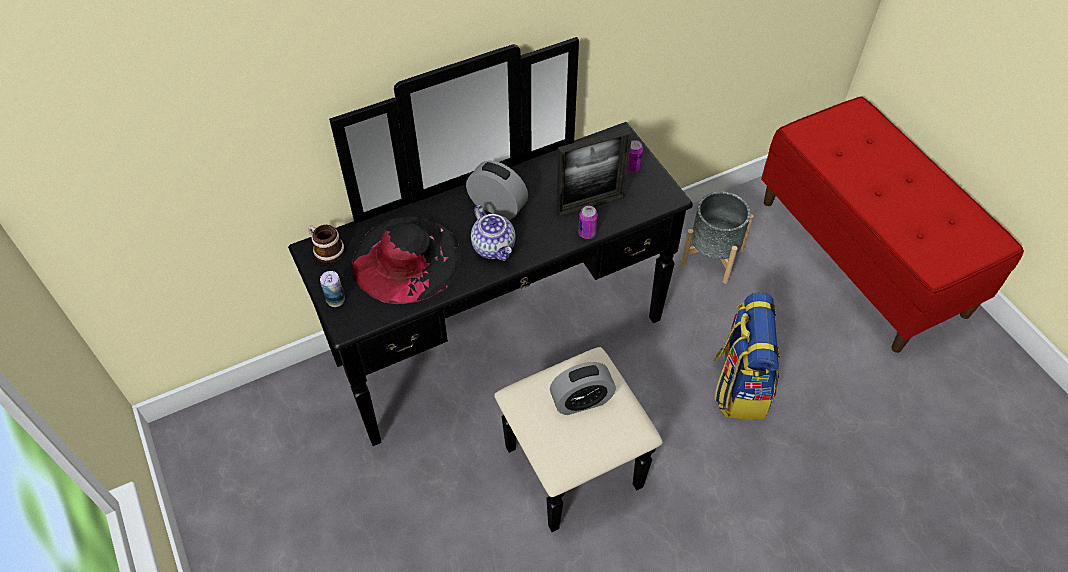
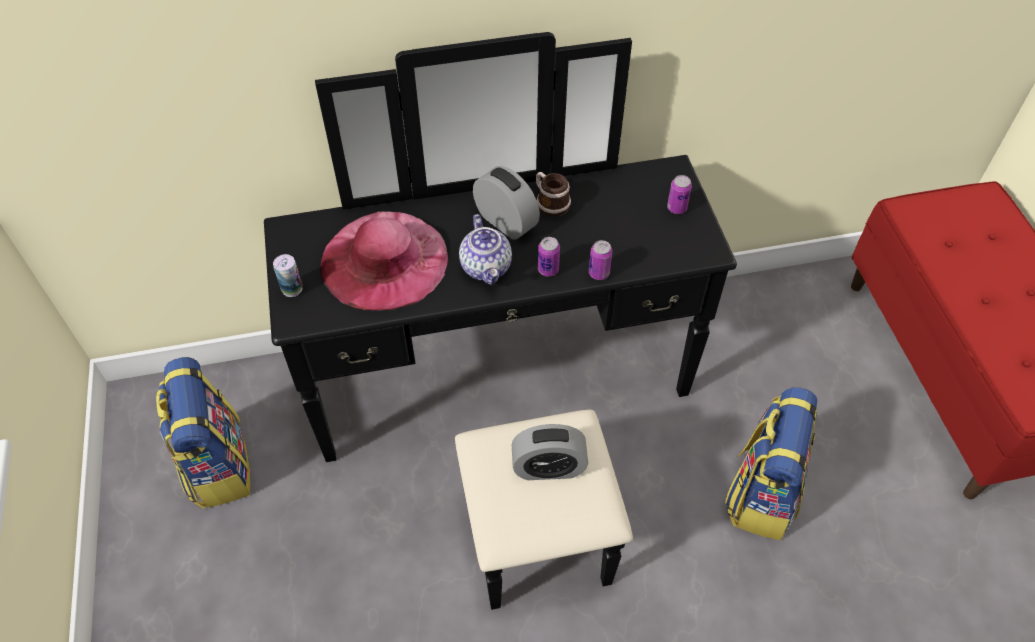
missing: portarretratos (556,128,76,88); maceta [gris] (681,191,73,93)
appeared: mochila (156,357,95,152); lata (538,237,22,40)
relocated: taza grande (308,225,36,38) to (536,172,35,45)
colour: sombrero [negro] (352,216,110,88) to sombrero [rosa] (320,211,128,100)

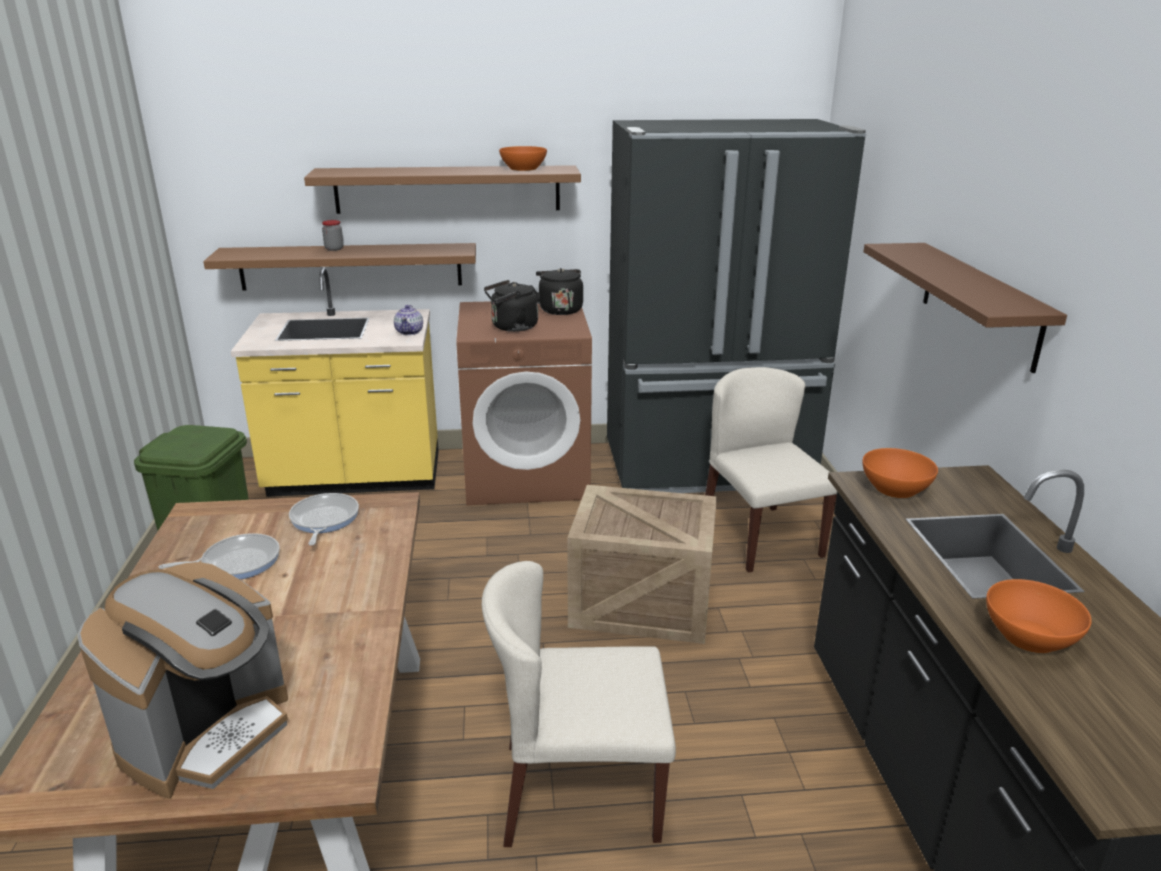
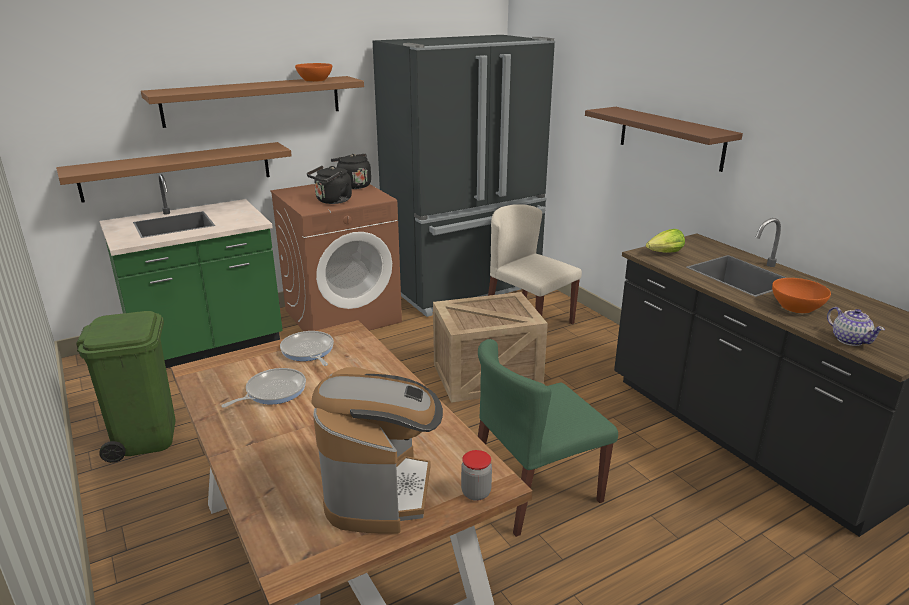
relocated: tarro (322,220,22,31) to (461,450,31,51); tetera (394,305,29,30) to (827,307,58,39)
exchanged: cuenco [naranja] (862,448,76,50) to lechuga (646,229,39,24)
colour: mueble bajo de cocina [amarillo] (231,268,208,229) to mueble bajo de cocina [verde] (99,174,184,194); silla [beis] (482,561,194,286) to silla [verde] (478,339,140,198)

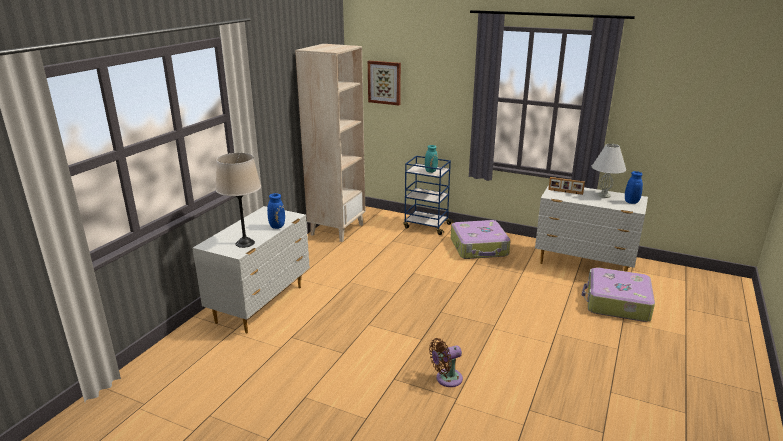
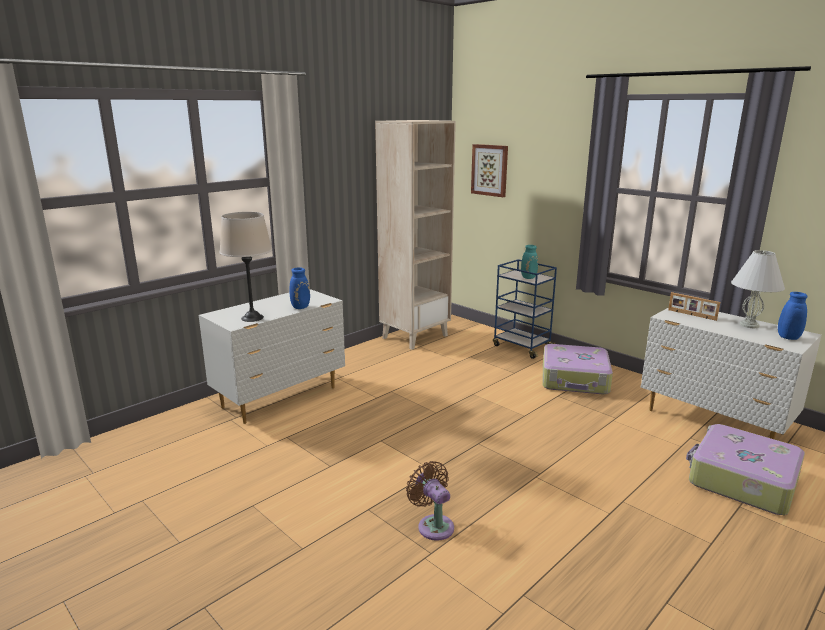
spun: ventilador [marrón] (429,338,34,49) = (406,461,48,80) 60 degrees clockwise

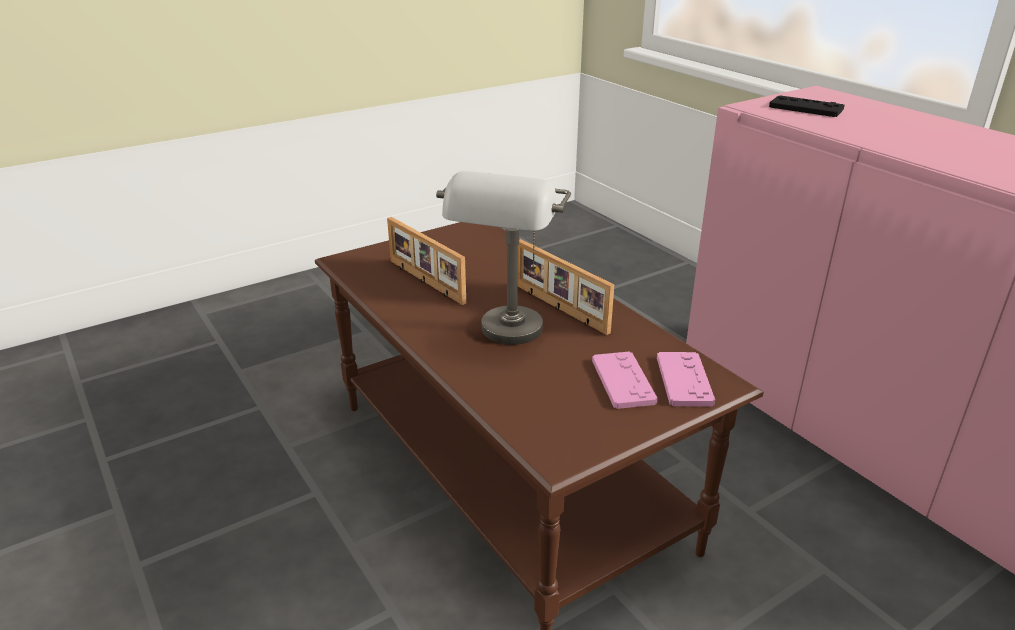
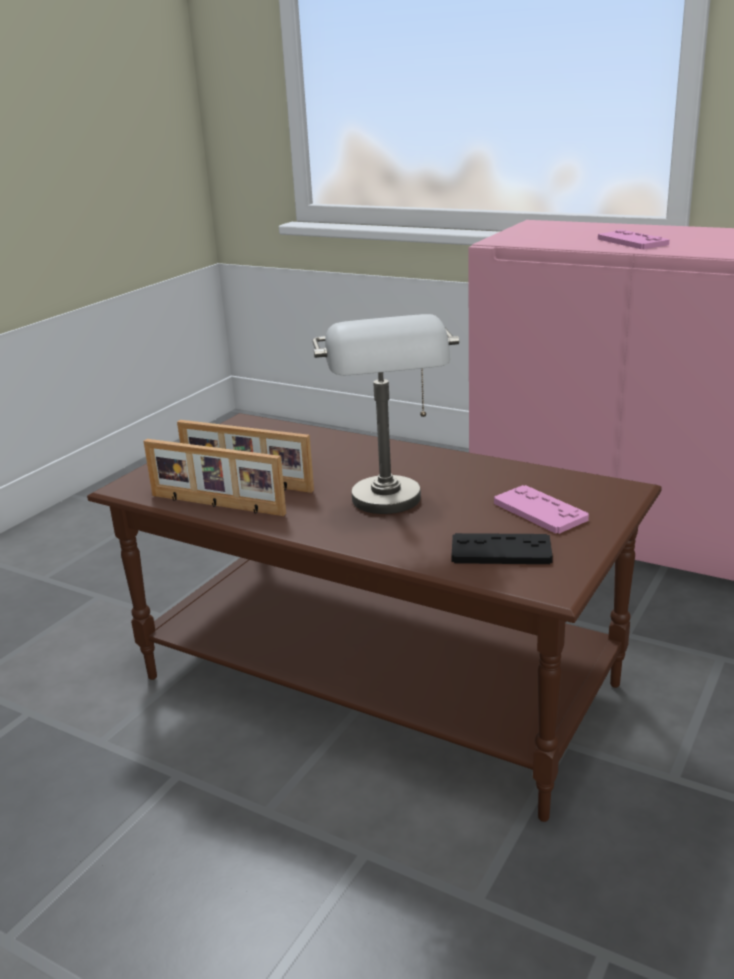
relocated: portarretratos (518,239,96,96) to (143,439,143,77); mando de consola [negro] (769,95,76,22) to (452,533,101,31); mando de consola [rosa] (657,352,58,54) to (598,230,72,19)

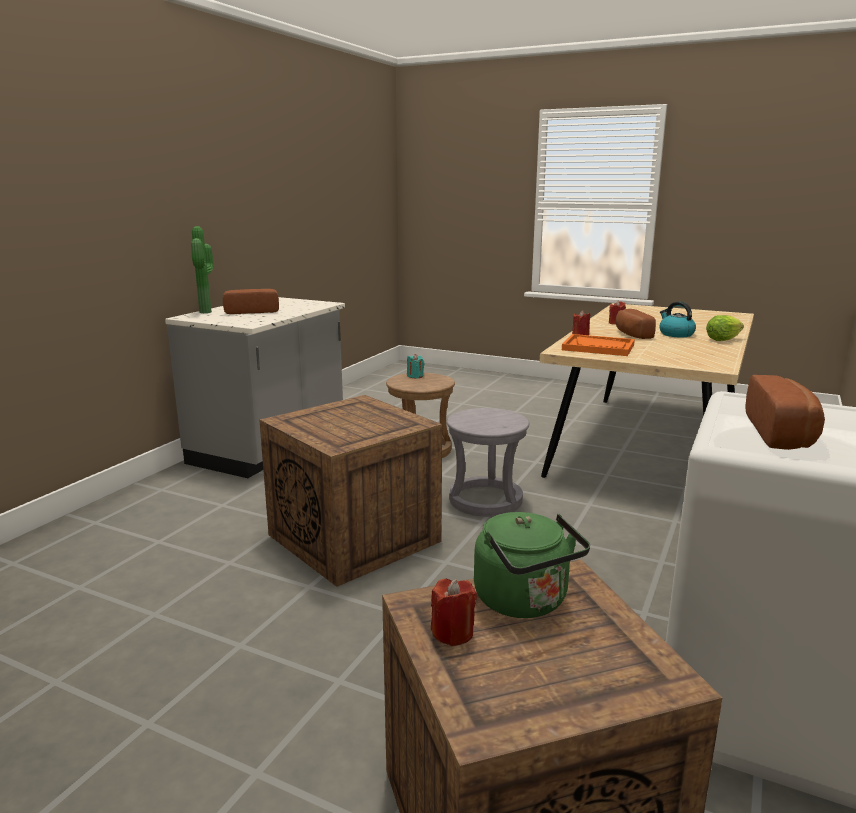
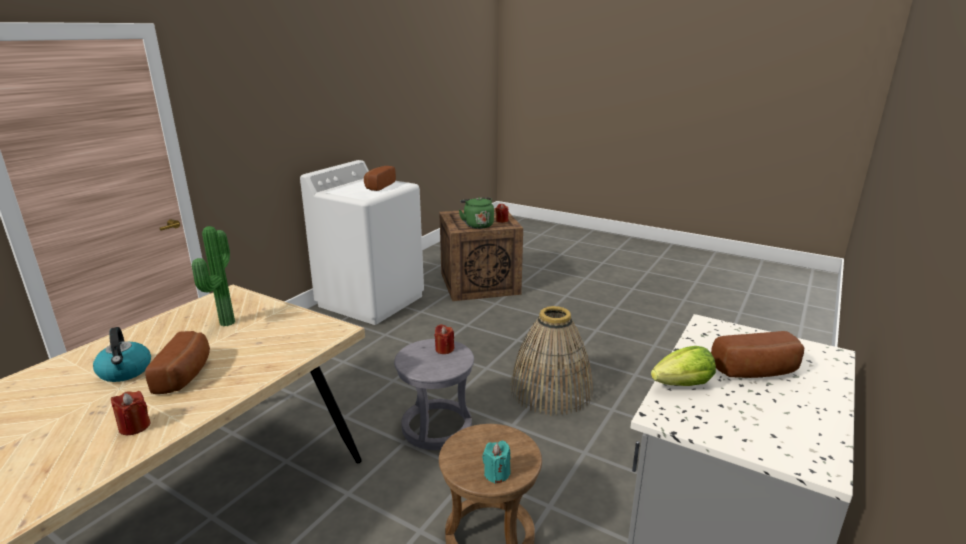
missing: bandeja [naranja] (562,334,73,22)
relocated: planta en maceta (191,226,22,87) to (192,226,43,100); vela [rojo] (572,311,19,24) to (434,324,20,30); lechuga (706,315,38,26) to (651,346,65,40)
exchanged: caja de embalaje (259,395,183,192) to cesta (510,306,83,109)

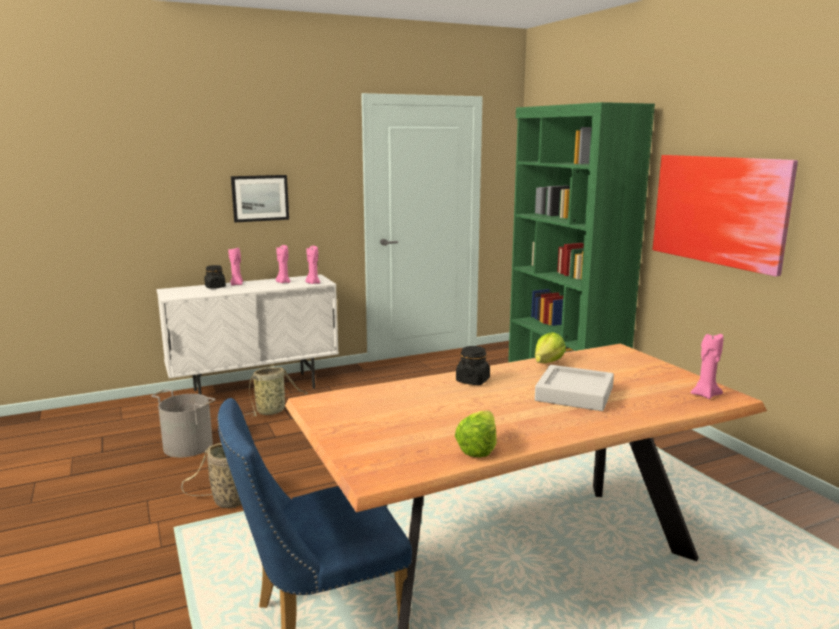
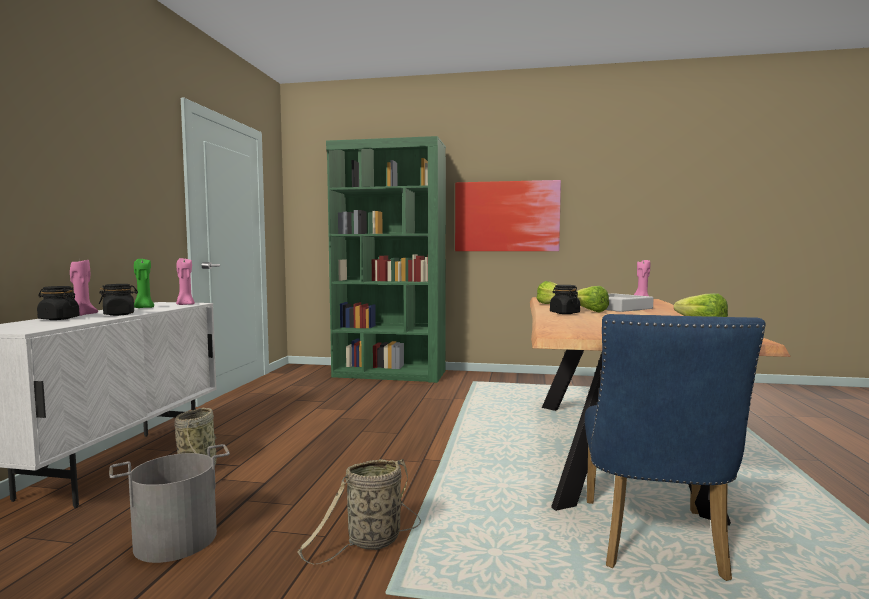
missing: cuadro (231,175,58,48)
appeared: tarro [negro] (99,284,39,32); lechuga (576,286,33,27)
colour: vela [rosa] (276,245,14,38) to vela [verde] (134,259,20,49)

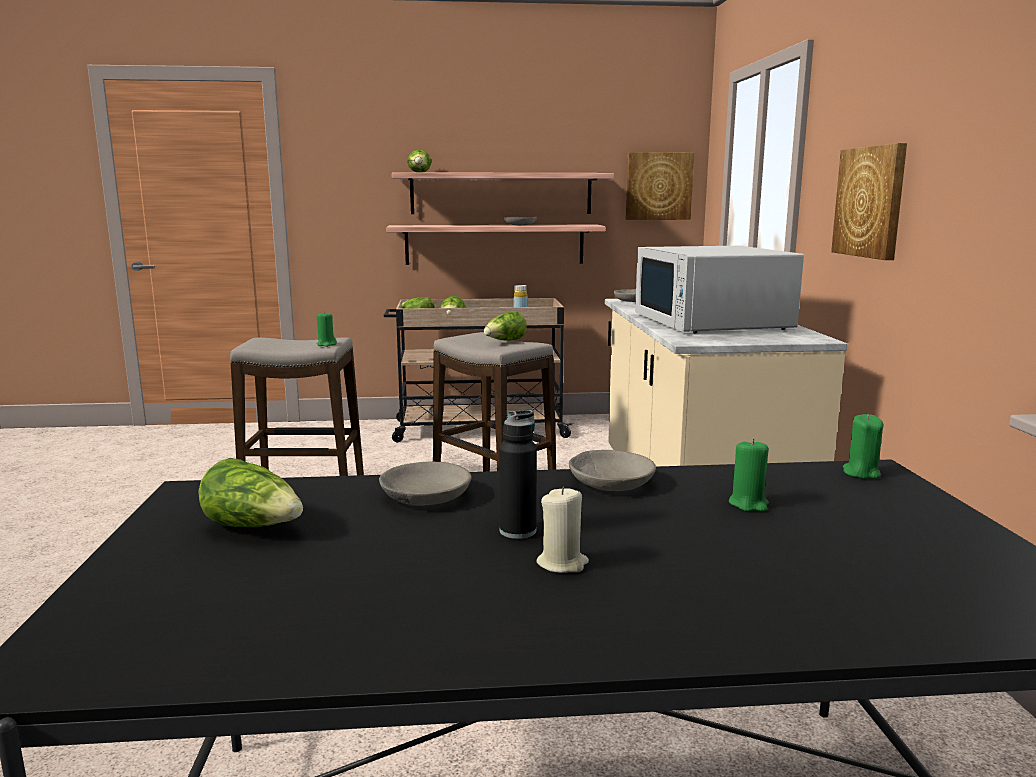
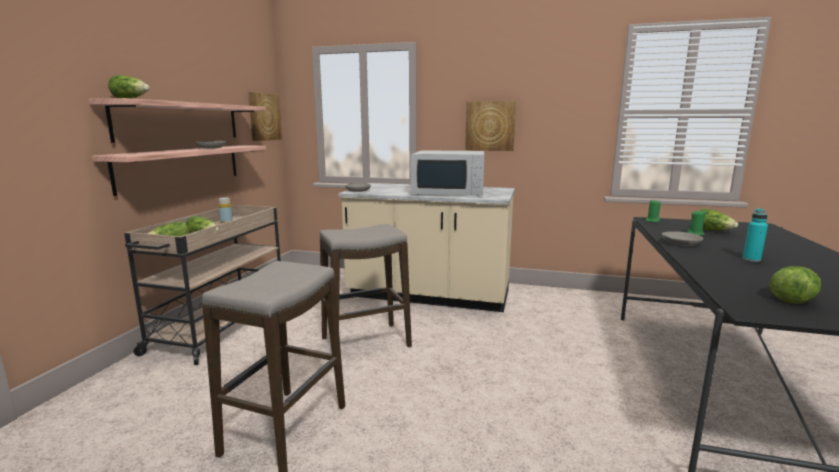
missing: vela [verde] (317,311,20,36); cuenco [gris] (379,462,92,44); vela [beis] (536,487,53,86)
relocated: lechuga (484,311,43,30) to (699,208,39,22)
colour: botella [negro] (499,410,38,129) to botella [turquesa] (742,208,26,54)

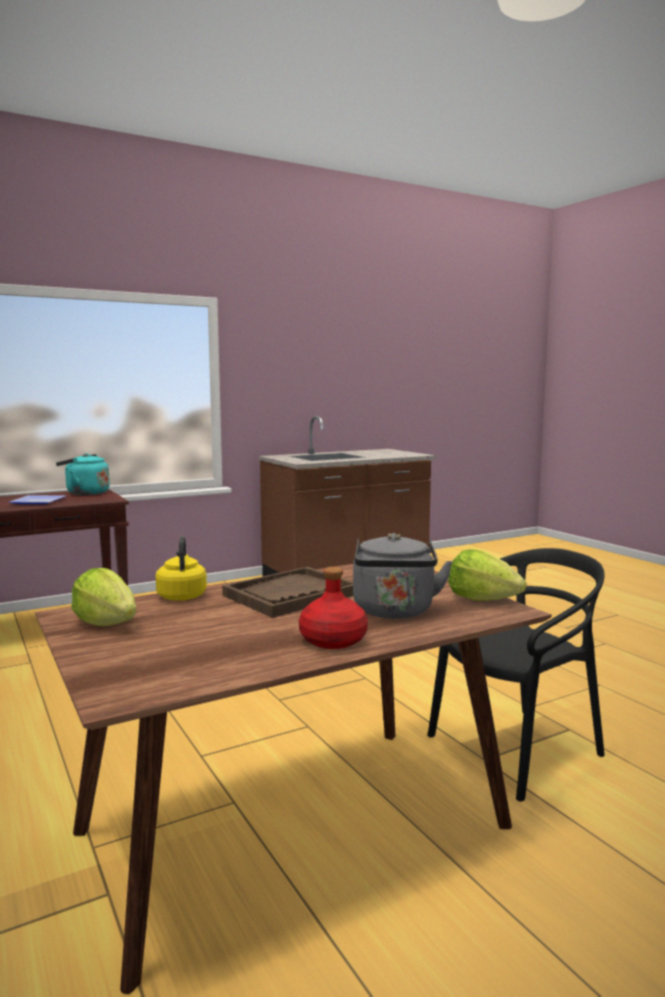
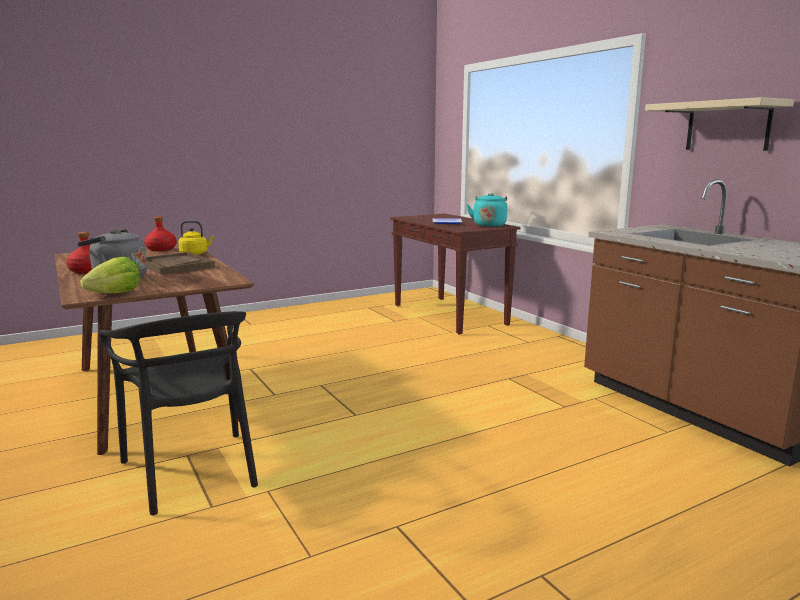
appeared: estante [beis] (645,97,149,54)
exchanged: lechuga (71,568,65,58) to botella [rojo] (144,217,33,34)

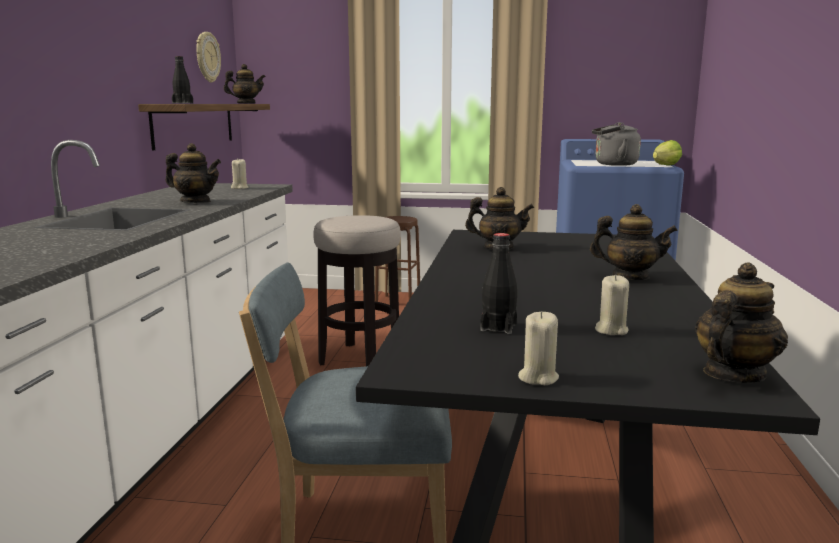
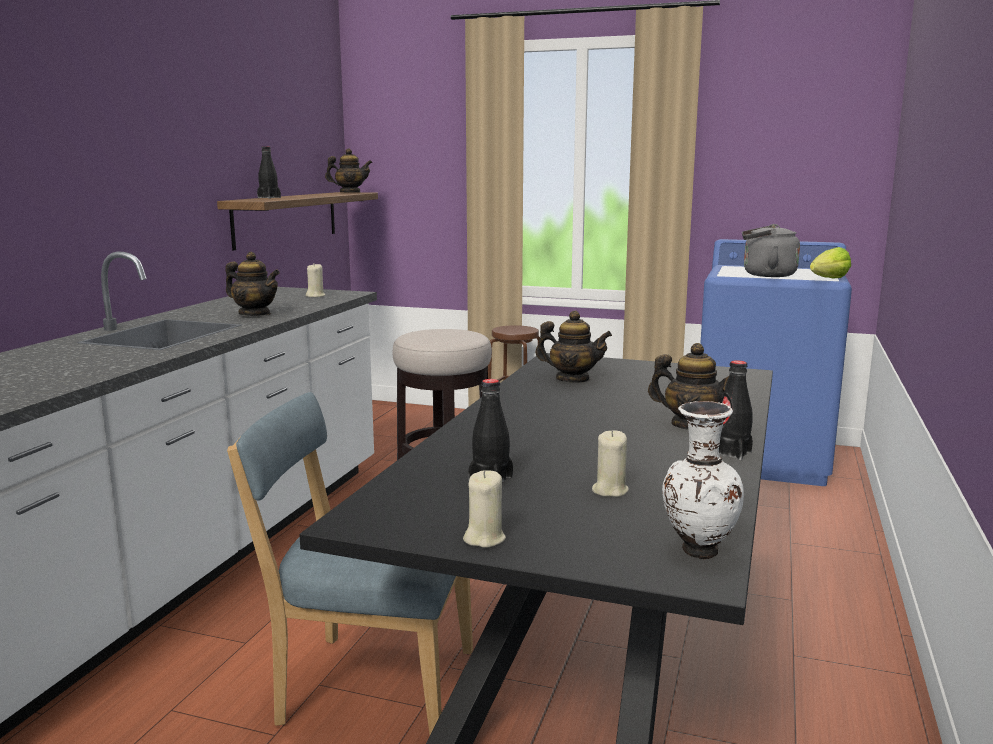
missing: reloj de pared (196,32,25,51)
appeared: botella [negro] (719,360,34,100)
exchanged: tetera (695,262,93,121) to florero [blanco] (662,401,82,158)

